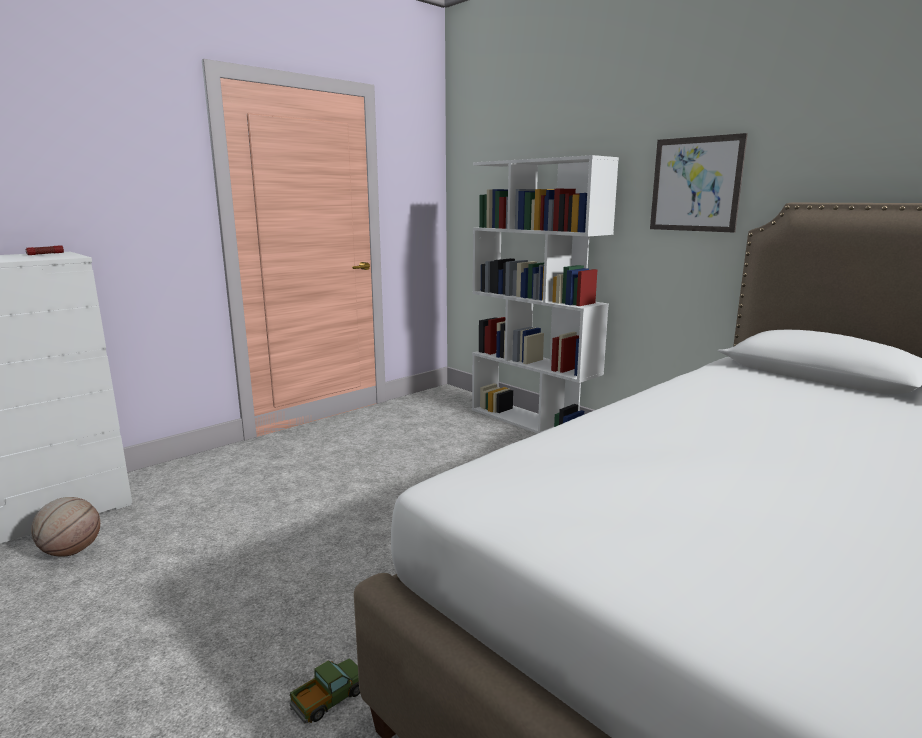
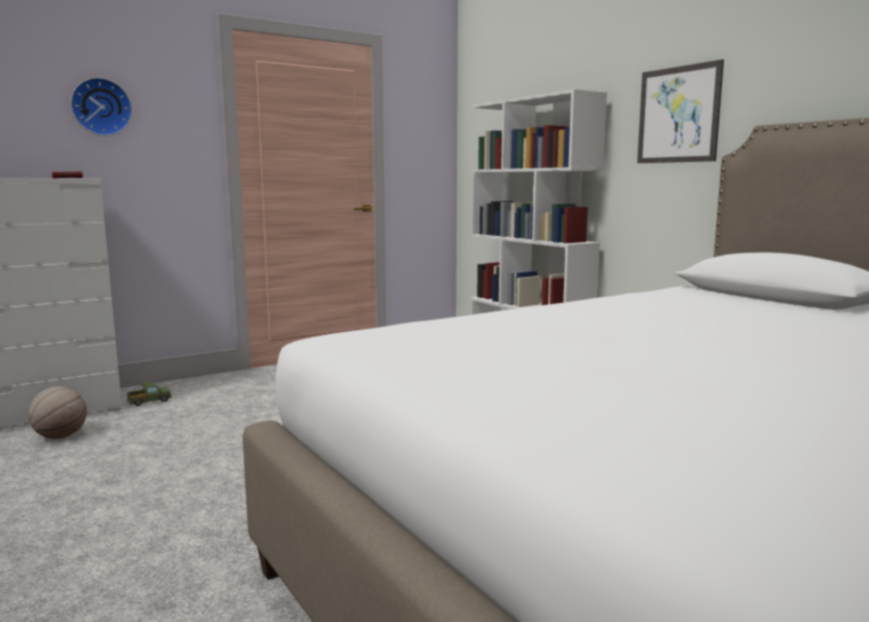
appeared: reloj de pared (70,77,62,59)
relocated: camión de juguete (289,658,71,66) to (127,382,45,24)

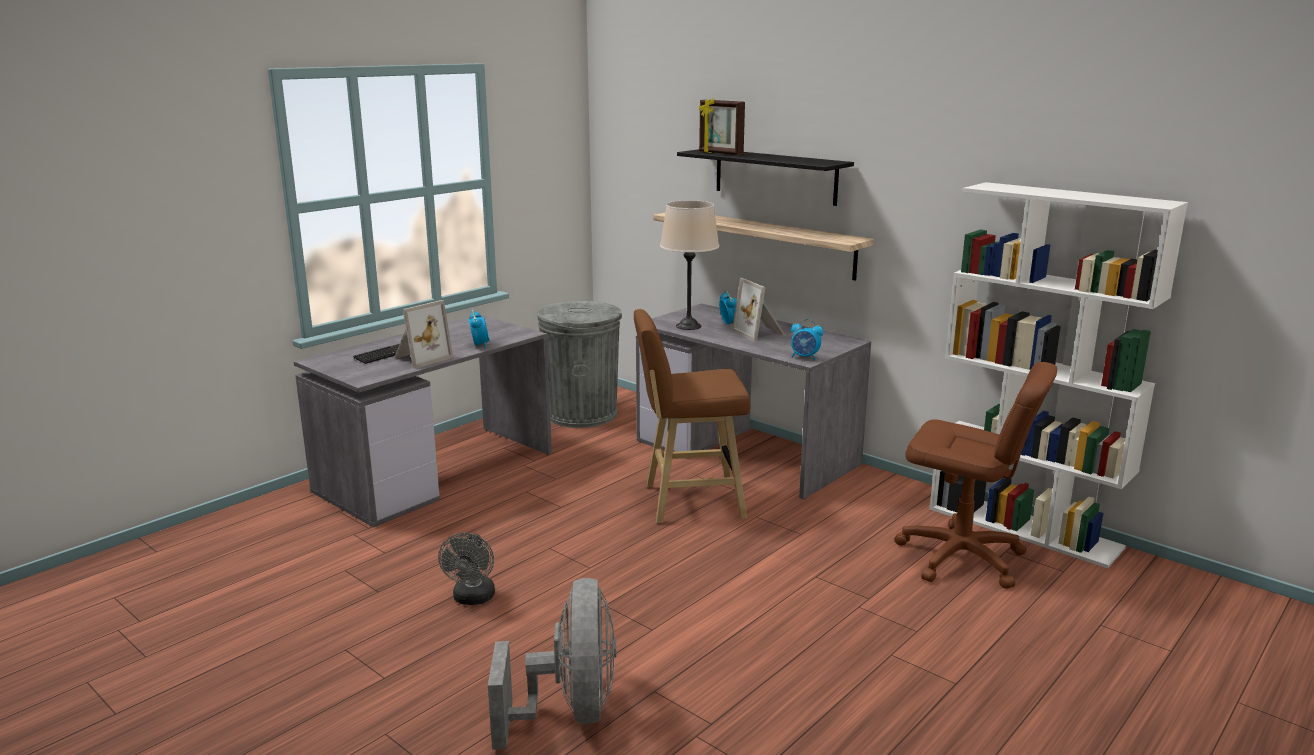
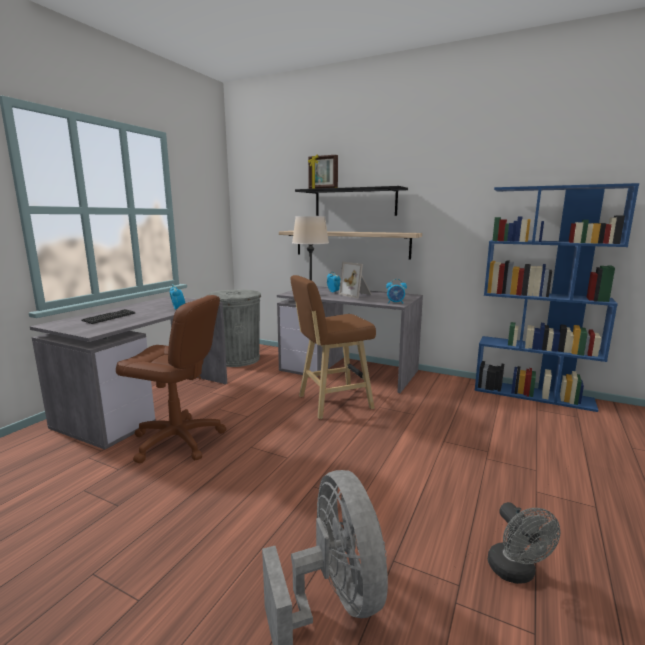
missing: portarretratos (394,300,59,69)
relocated: silla de oficina [marrón] (894,362,163,227) to (116,295,110,168); ventilador [gris] (438,533,57,72) to (488,502,72,82)
colour: estantería [blanco] (929,182,259,386) to estantería [azul] (474,183,165,229)

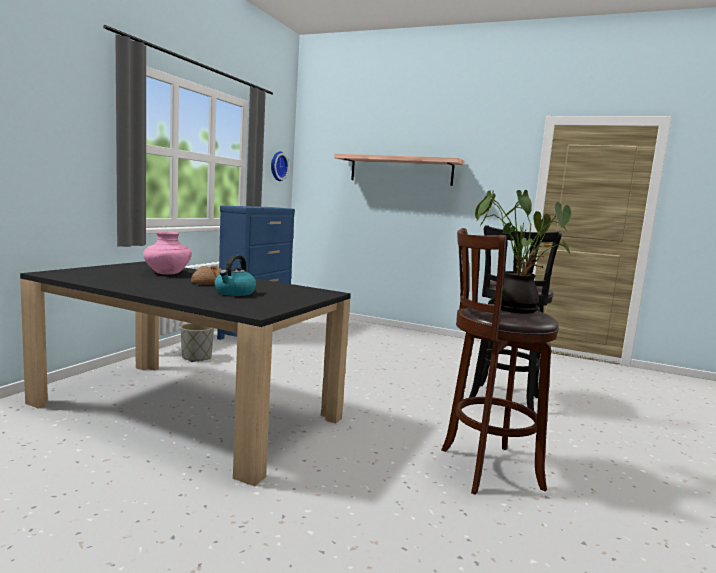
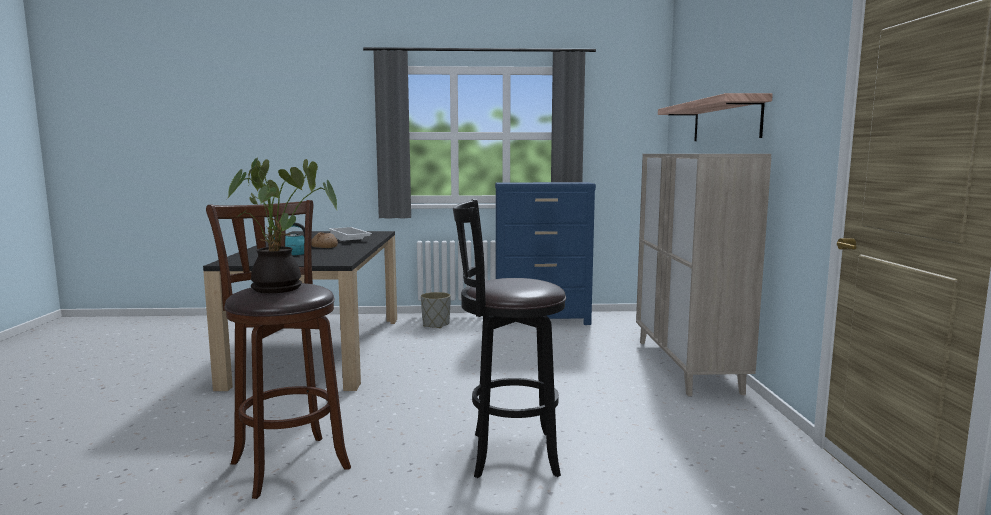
missing: reloj de pared (271,151,18,30)
appeared: armario [beis] (636,154,135,242)
exchanged: florero [rosa] (143,232,49,42) to bandeja [blanco] (328,227,44,14)

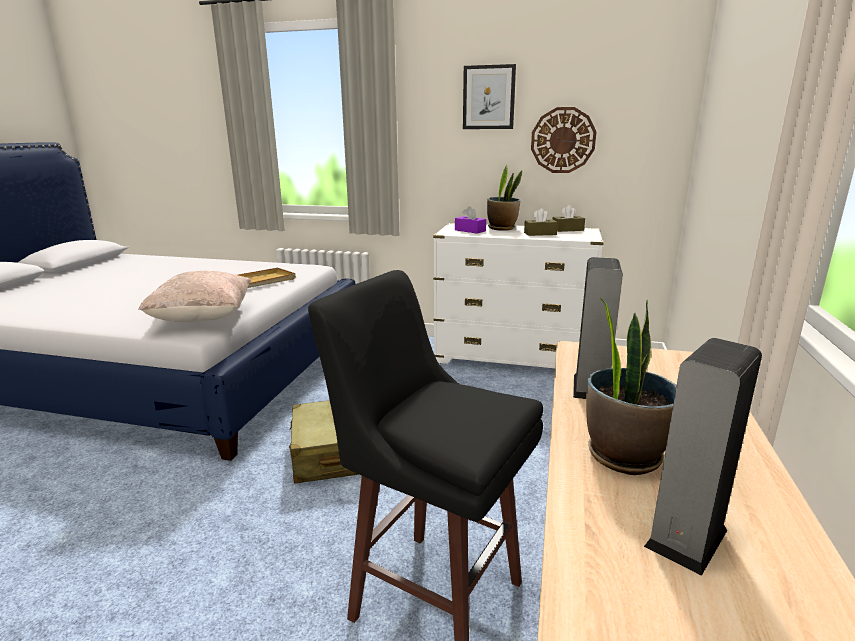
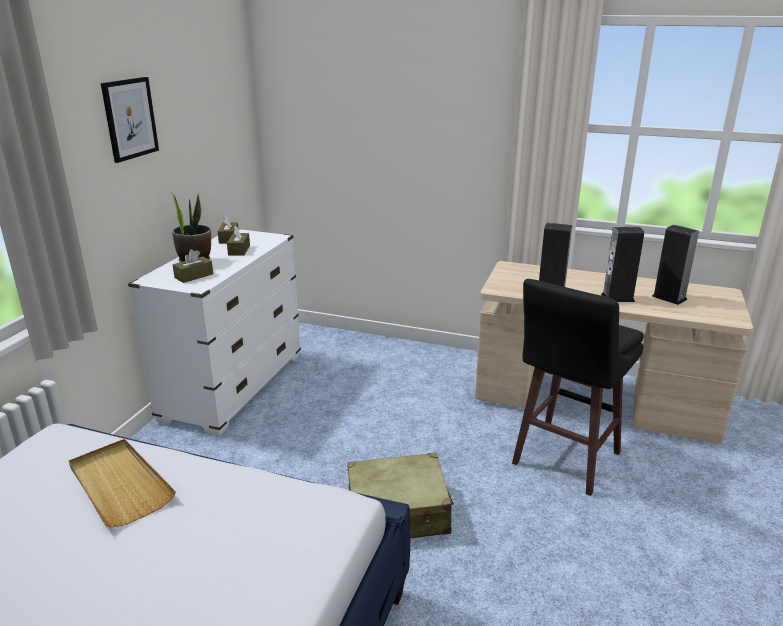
missing: cojín [beis] (138,271,113,51); reloj de pared (531,107,65,66)
exchanged: planta en maceta (586,298,91,177) to altavoz (601,227,43,75)
colour: caja de pañuelos [morado] (455,206,31,28) to caja de pañuelos [marrón] (173,249,40,34)

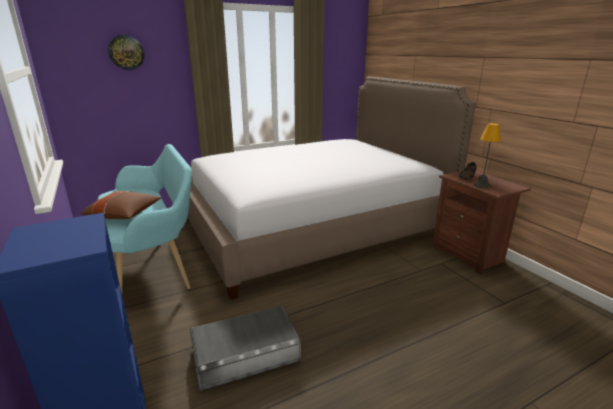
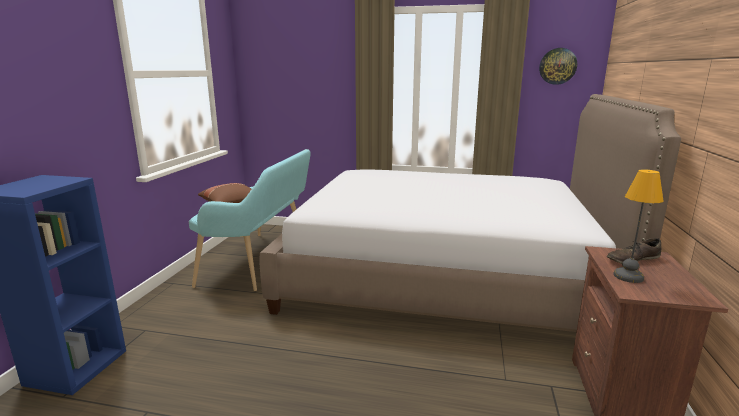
missing: caja de almacenaje [gris] (190,306,111,85)
relocated: reloj de pared (108,35,37,35) to (539,48,38,37)

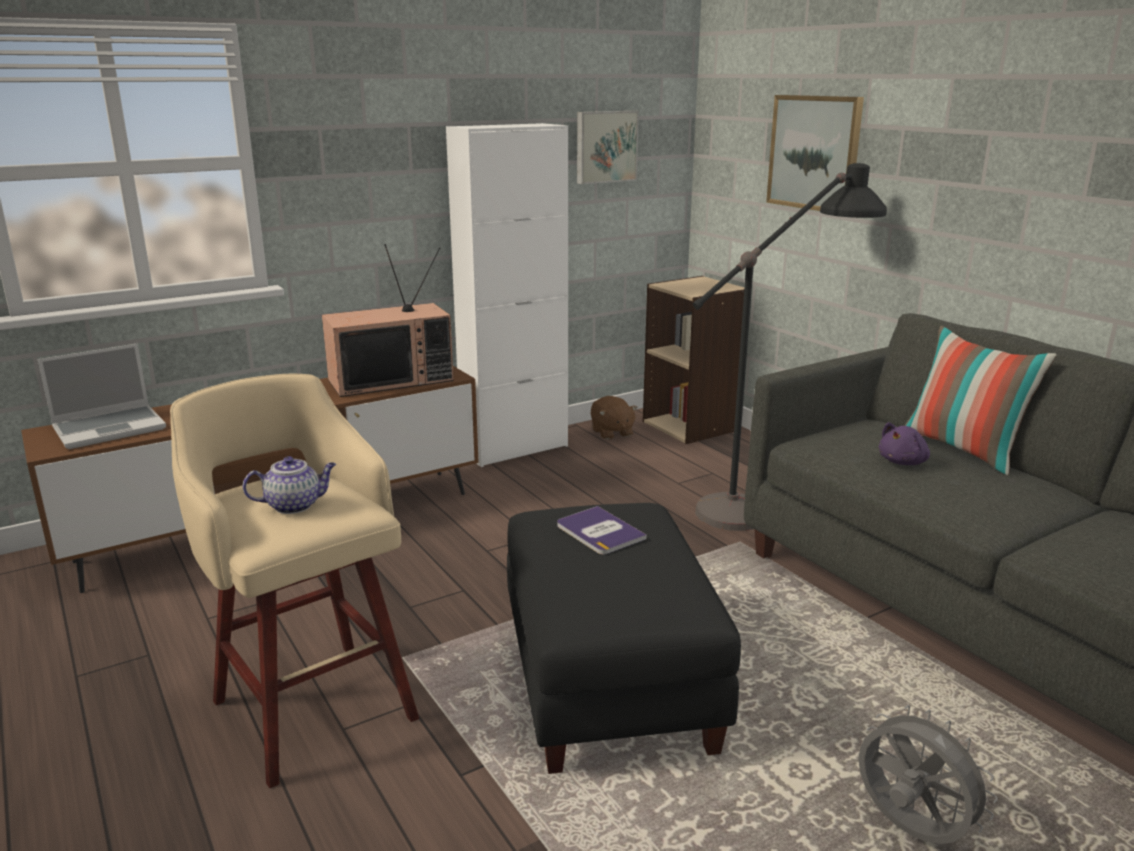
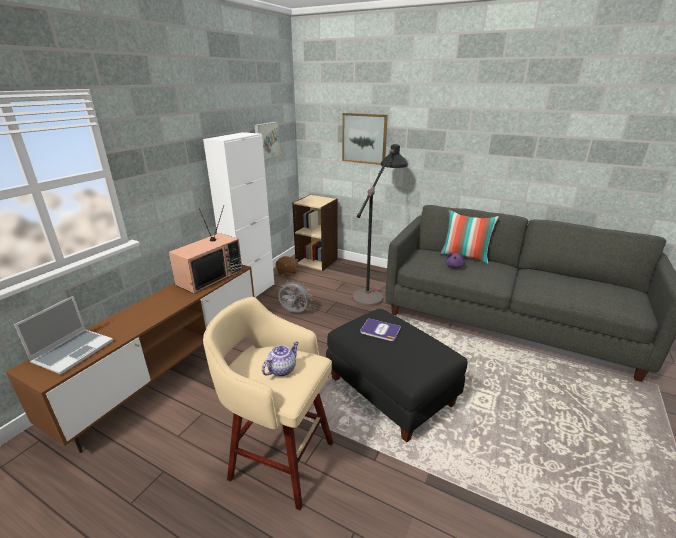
relocated: ventilador [gris] (858,705,140,139) to (278,279,34,34)

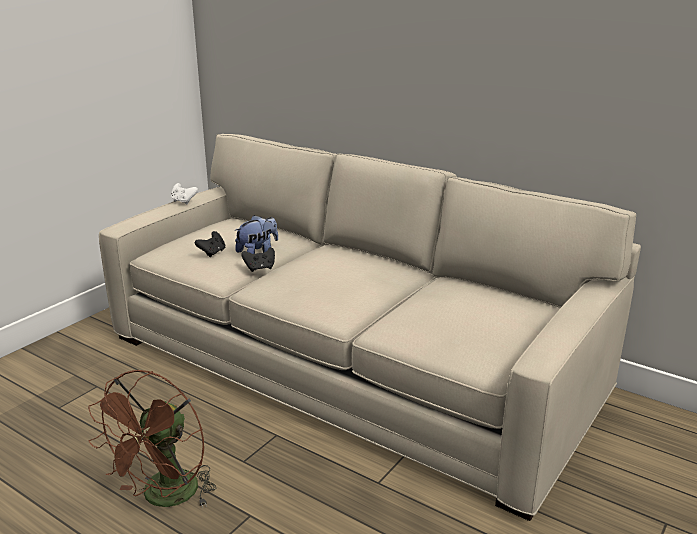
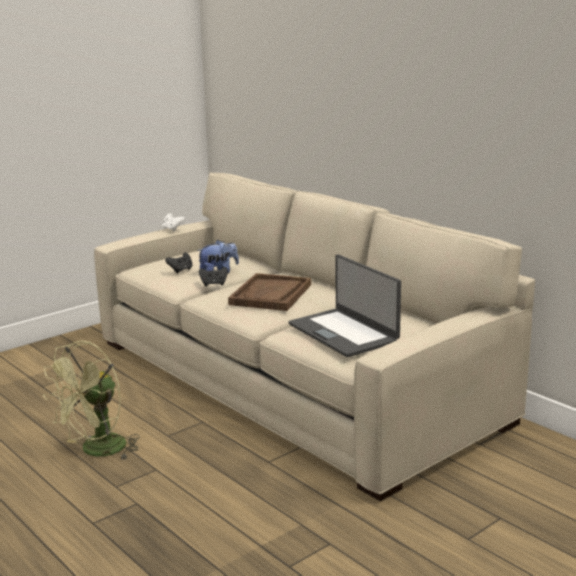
appeared: bandeja [marrón] (228,273,83,38); portátil (288,254,113,103)
colour: ventilador [marrón] (88,370,128,138) to ventilador [verde] (43,341,97,119)

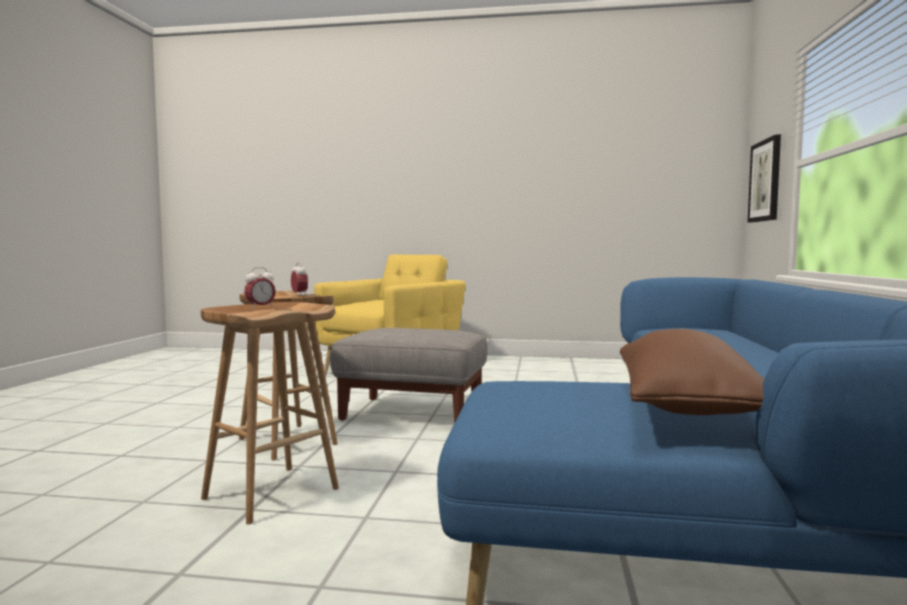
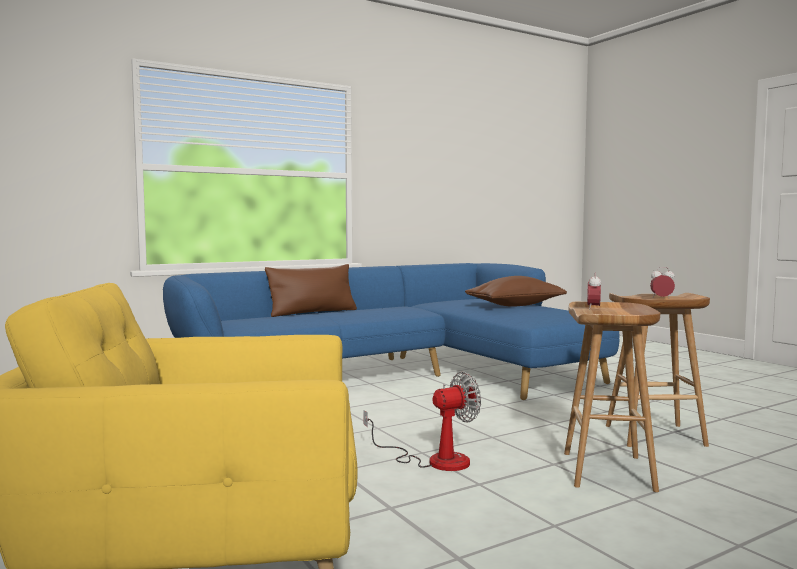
missing: cuadro (747,134,34,89)
appeared: cojín [marrón] (265,264,92,53)
exchanged: puf [gris] (330,328,158,95) to ventilador (363,371,118,100)

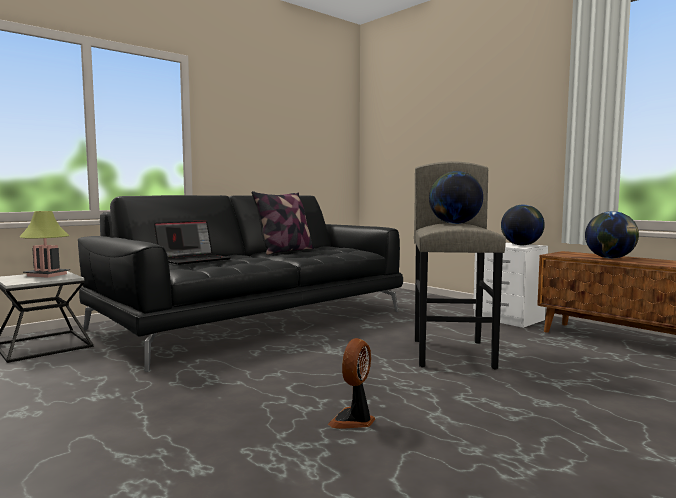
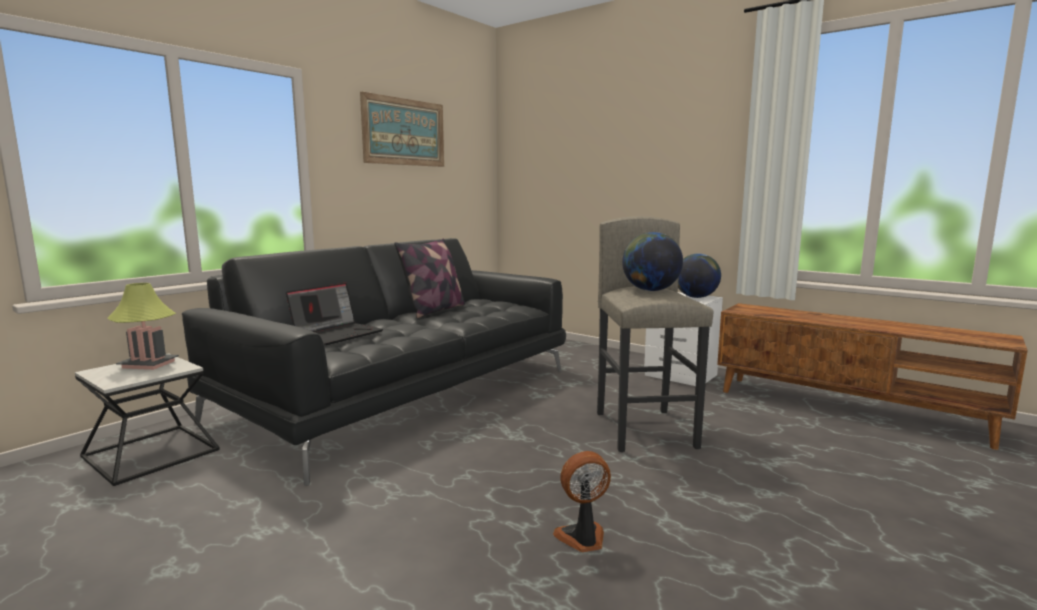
missing: globo terráqueo (585,211,54,48)
appeared: cuadro (360,91,84,76)
spun: ventilador (328,338,47,91) = (553,451,58,101) 60 degrees clockwise

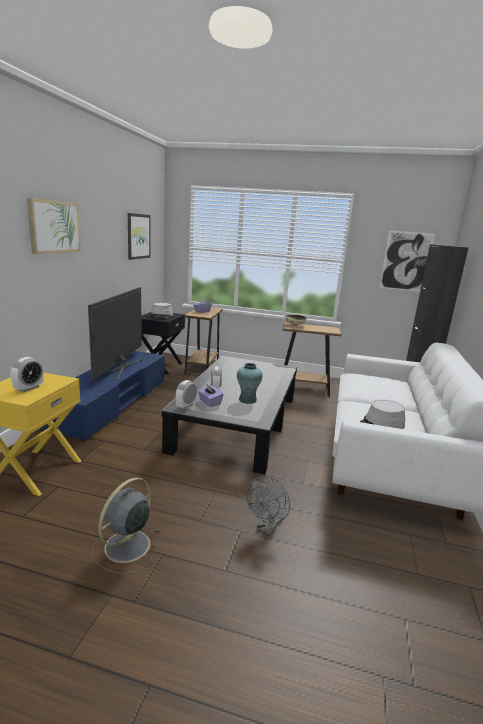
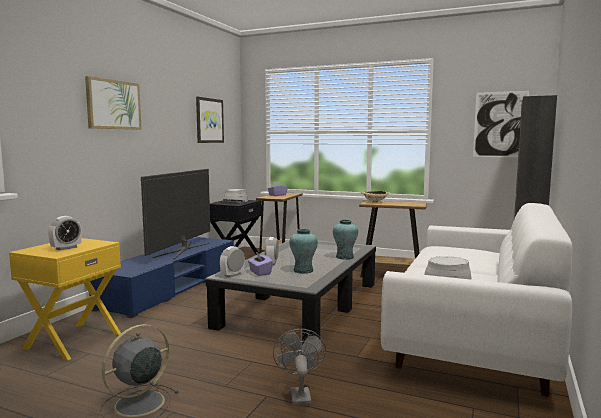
appeared: florero [turquesa] (333,220,25,40)
spun: ventilador [gris] (246,476,44,59) = (273,329,53,77) 135 degrees clockwise

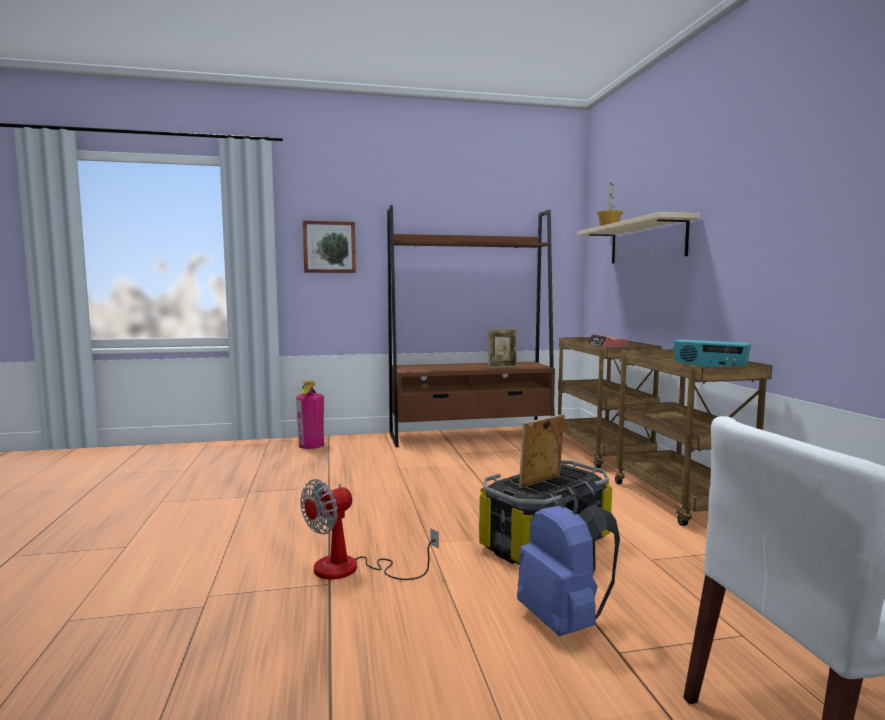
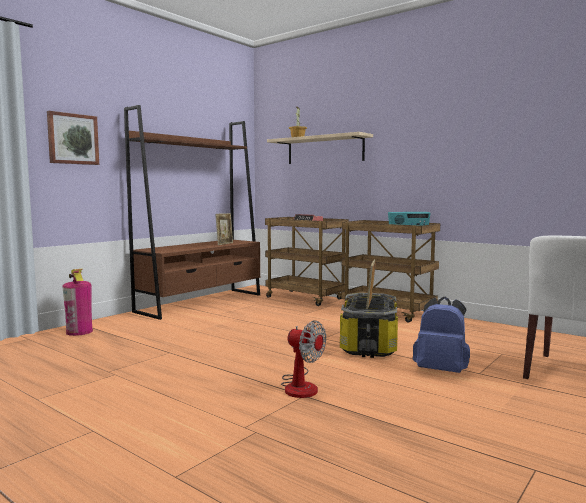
spun: ventilador (300,479,139,101) = (281,321,45,77) 60 degrees counterclockwise

